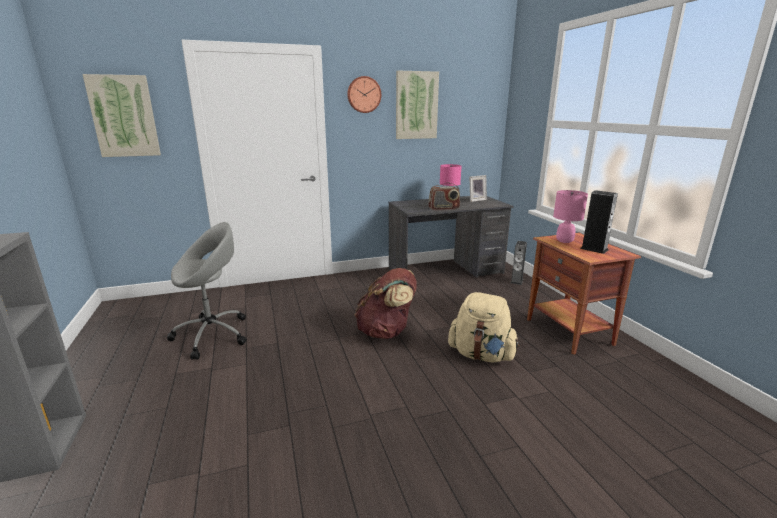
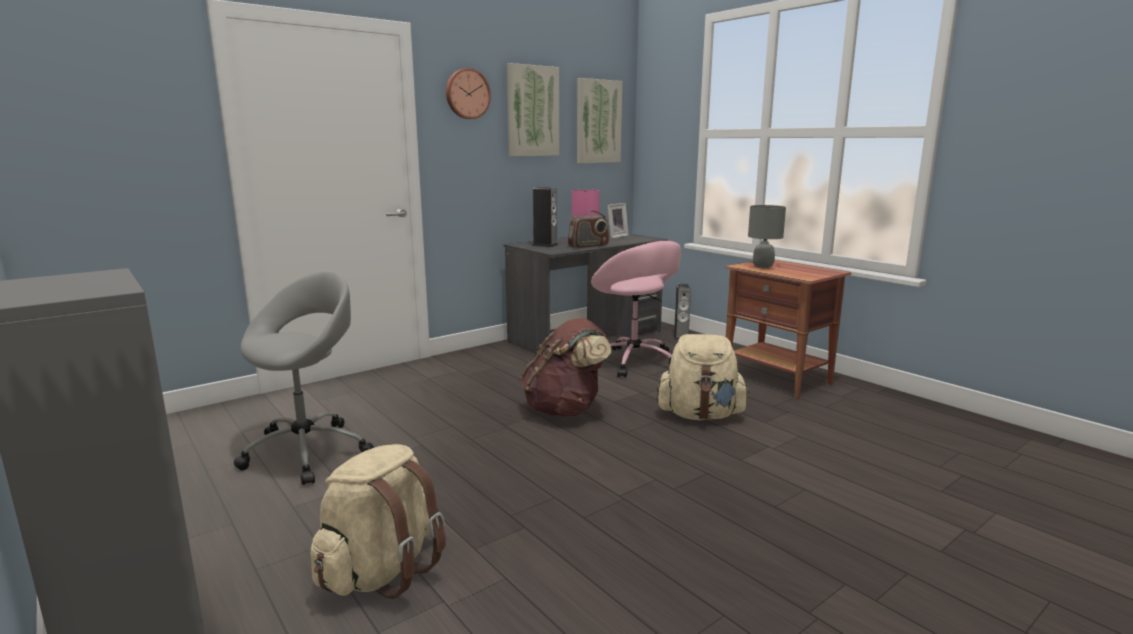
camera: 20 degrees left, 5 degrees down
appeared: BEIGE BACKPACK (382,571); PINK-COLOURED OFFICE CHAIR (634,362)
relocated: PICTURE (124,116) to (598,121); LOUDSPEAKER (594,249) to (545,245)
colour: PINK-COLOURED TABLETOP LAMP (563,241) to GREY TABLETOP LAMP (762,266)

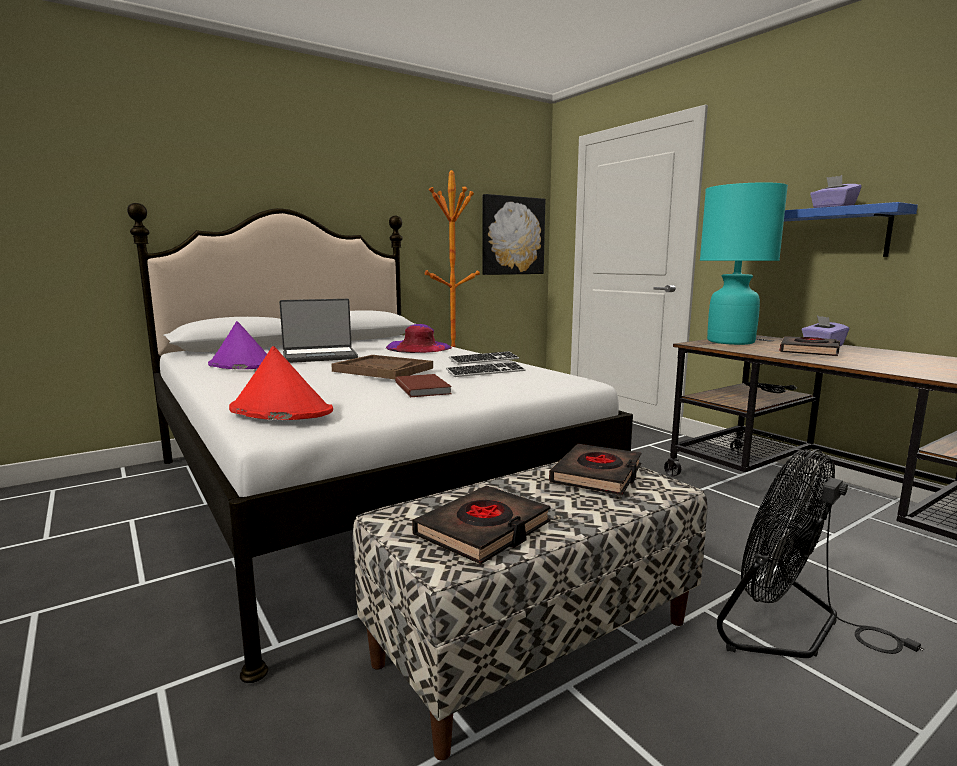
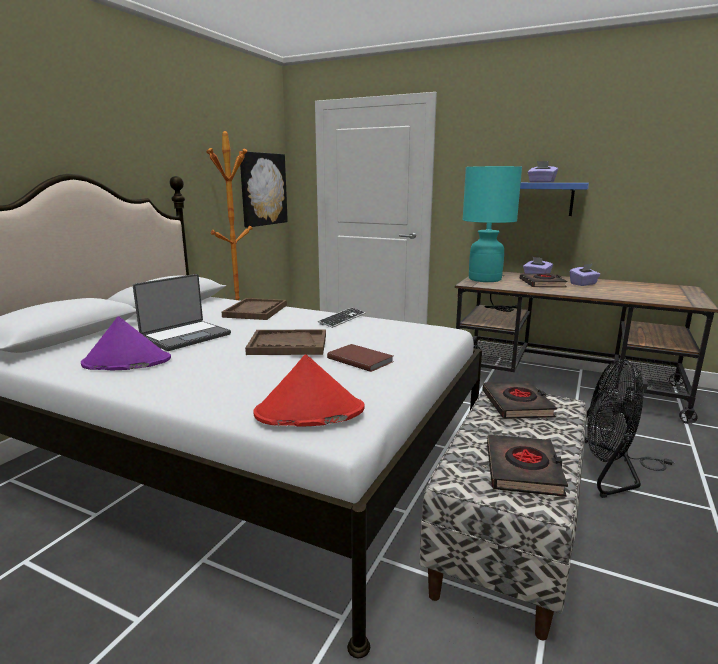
camera: 30 degrees left, 5 degrees up
missing: KEYBOARD (486,372)
appeared: PURPLISH TISSUE HOLDER (583,284)
exchanged: PURPLISH HAT (418,347) to BROWN TRAY (256,311)

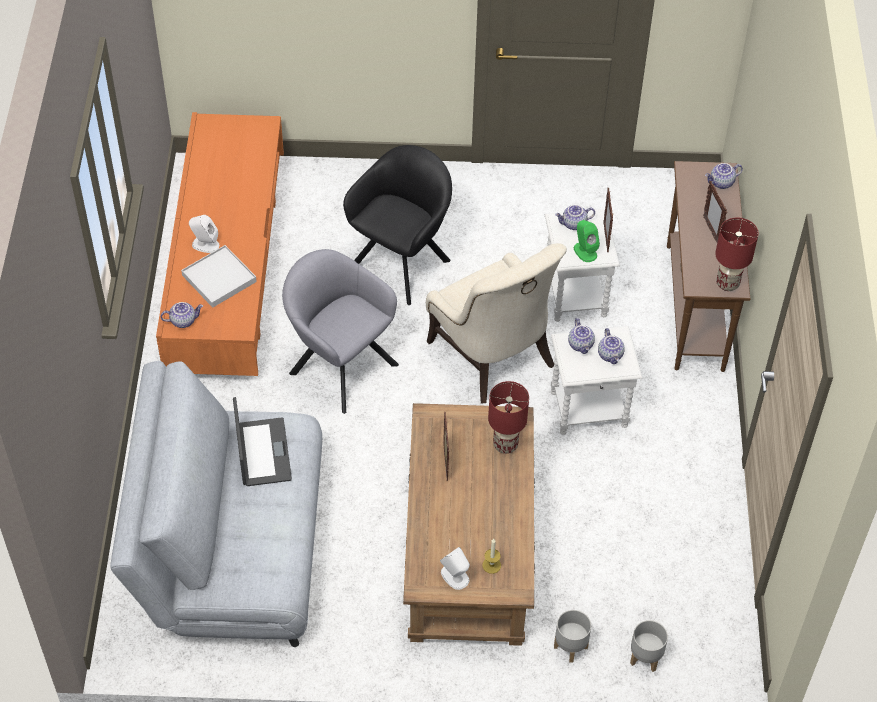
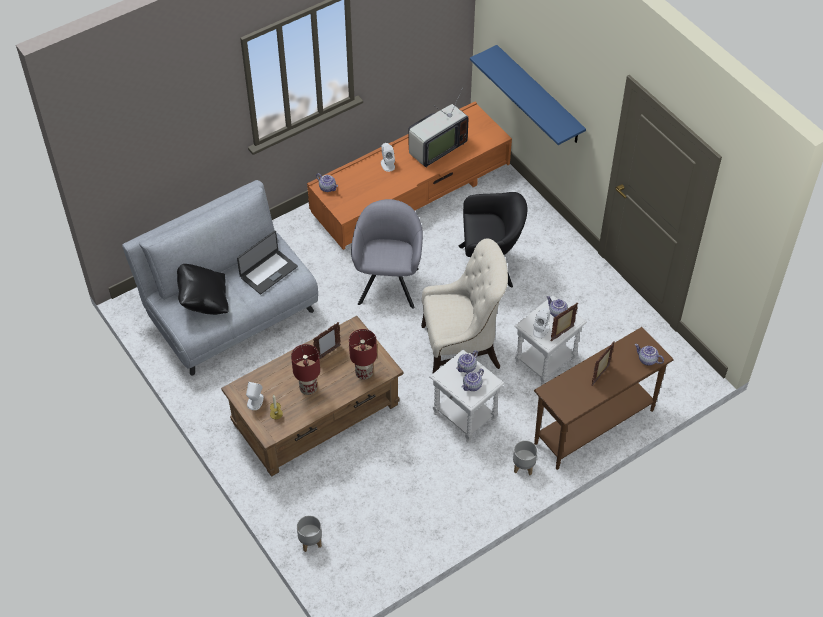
camera: 55 degrees right, 0 degrees up
missing: WHITE-COLOURED TRAY (219,278)
appeared: BLACK THROW PILLOW (204,301); TV SET (435,148); BLUISH WALL SHELF (539,95)
relocated: GREY PLANTER (571,647) to (523,467); REDDISH TABLETOP LAMP (727,283) to (308,388)
colour: GREENISH LOUDSPEAKER (585,251) to WHITE-COLOURED LOUDSPEAKER (541,330)
spun: BEIGE ARMCHAIR (493,354) = (462,347) 120 degrees counterclockwise

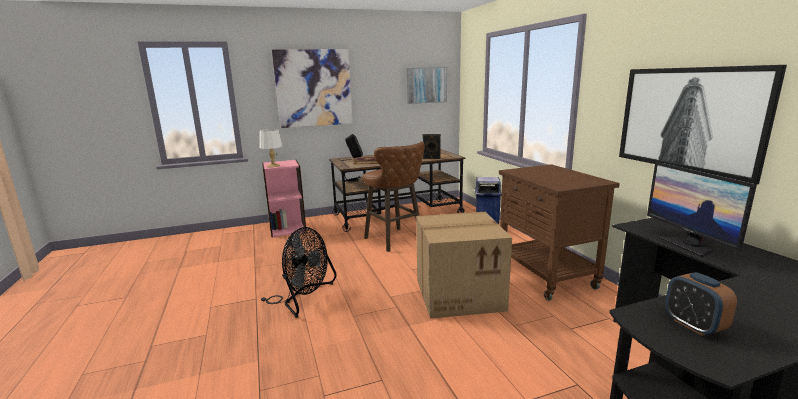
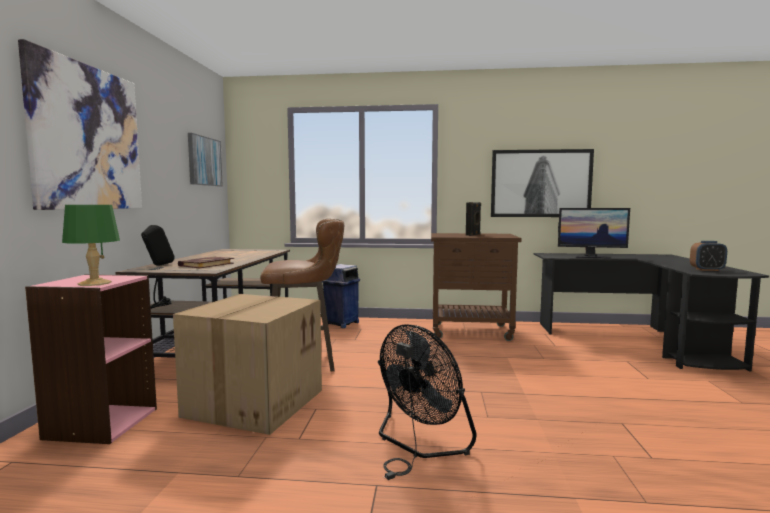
camera: 65 degrees left, 10 degrees down
relocated: PACKING BOX (460,294) to (254,402); BLACK LOUDSPEAKER (431,158) to (473,235)
colour: WHITE-COLOURED TABLETOP LAMP (273,166) to GREENISH TABLETOP LAMP (94,283)

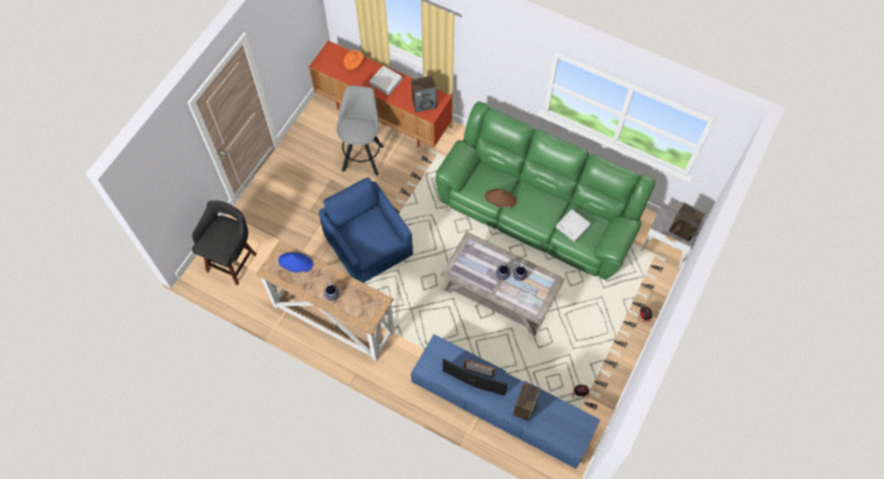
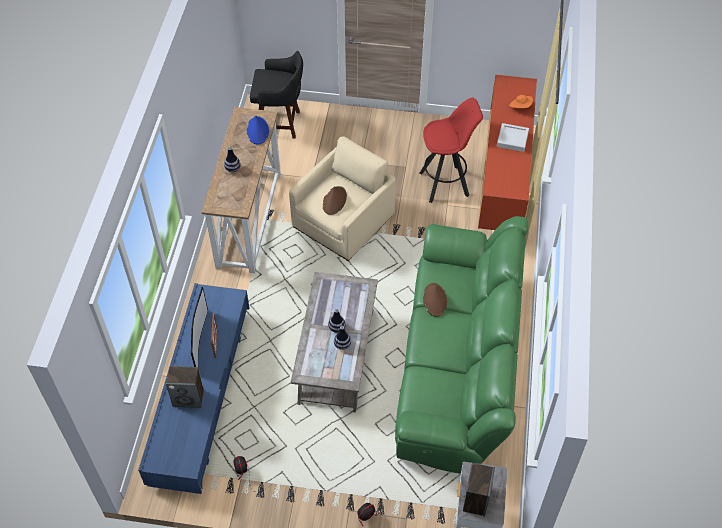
camera: 70 degrees right, 10 degrees down
missing: LOUDSPEAKER (424,104); GREY TRAY (573,227)
appeared: BROWN HAT (334,201)
colour: BLUISH ARMCHAIR (369,245) to BEIGE ARMCHAIR (344,221); GREY STOOL SEAT (363,157) to REDDISH STOOL SEAT (445,184)

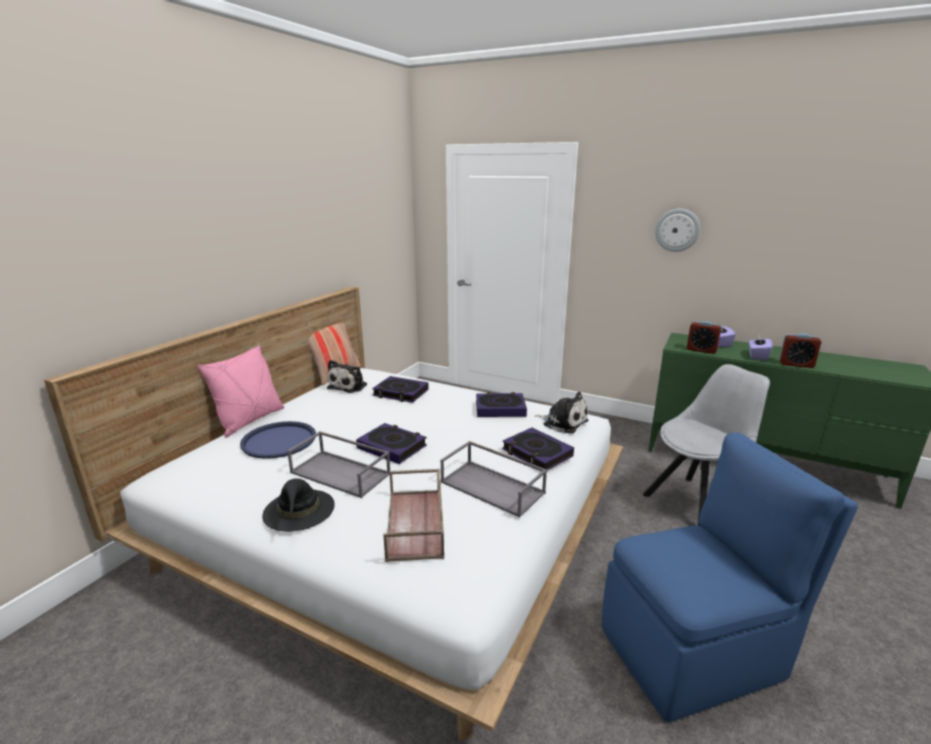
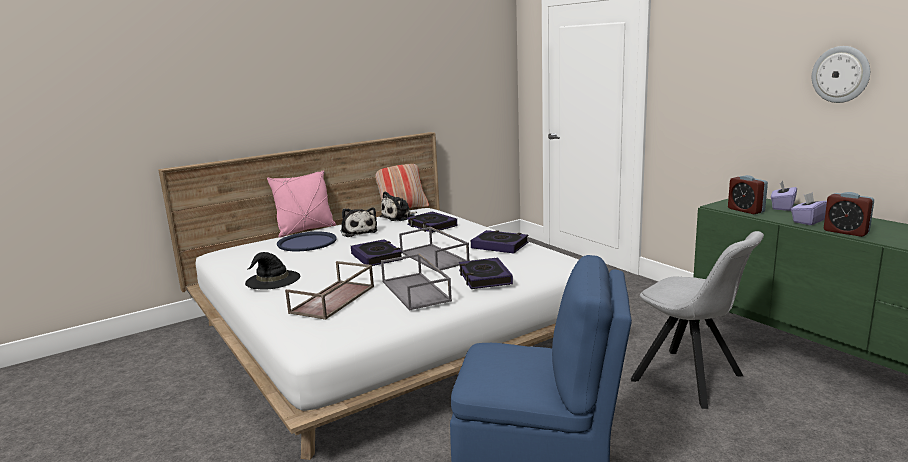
camera: 30 degrees right, 5 degrees down
relocated: GREY TRAY (342,473) to (435,257); SOFT TOY (563,422) to (358,232); HANGING CLOCK (677,230) to (841,74)
spun: GREY PLAIN CHAIR (696,503) = (690,379) 45 degrees clockwise

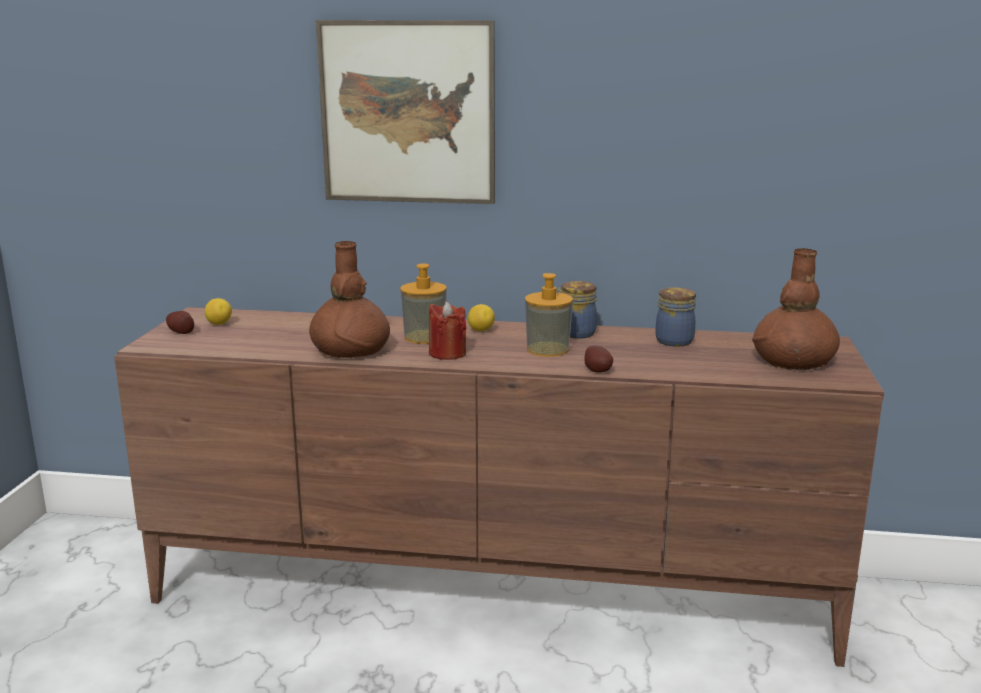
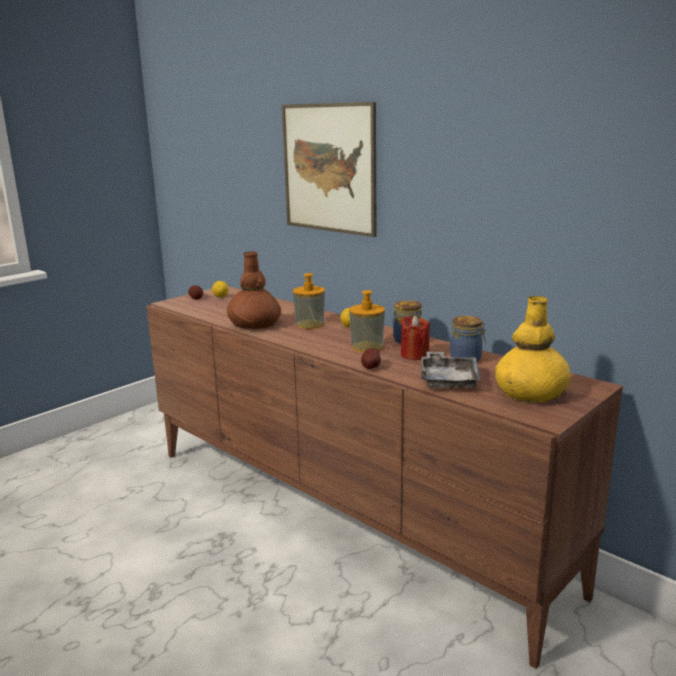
camera: 35 degrees right, 0 degrees up
appeared: GREY TRAY (448,380)
relocated: REDDISH CANDLE (447,353) to (414,355)
colour: BROWN FLOWER VASE (793,361) to YELLOW FLOWER VASE (530,393)

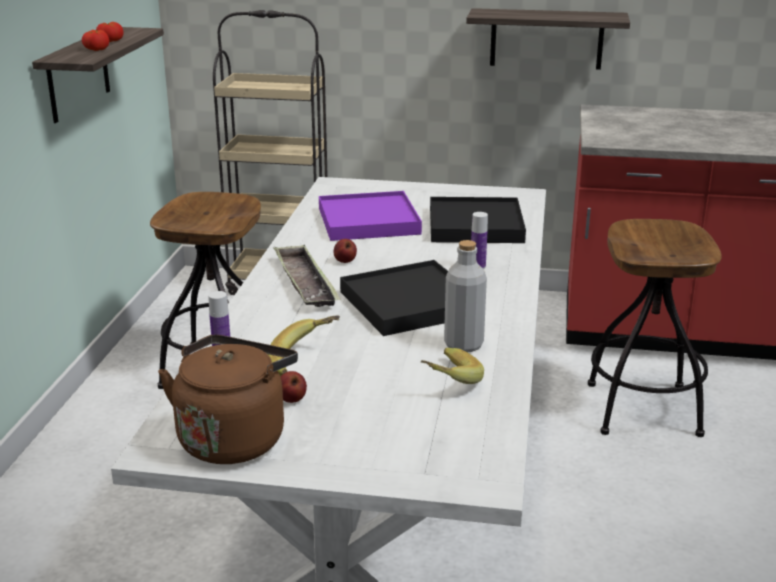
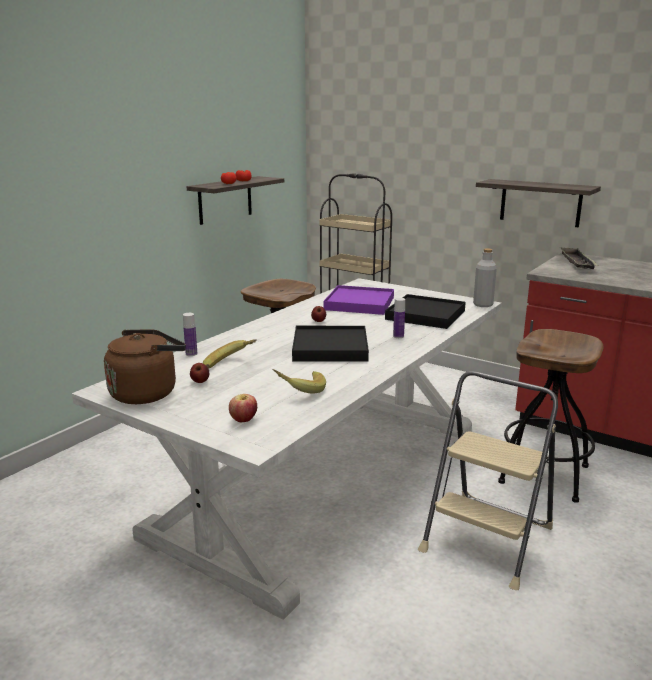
camera: 25 degrees right, 5 degrees down
appeared: APPLE (243,420); BEIGE STEPLADDER (490,536)
relocated: TRAY (305,283) to (576,262); GREY BEVERAGE BOTTLE (463,344) to (483,304)

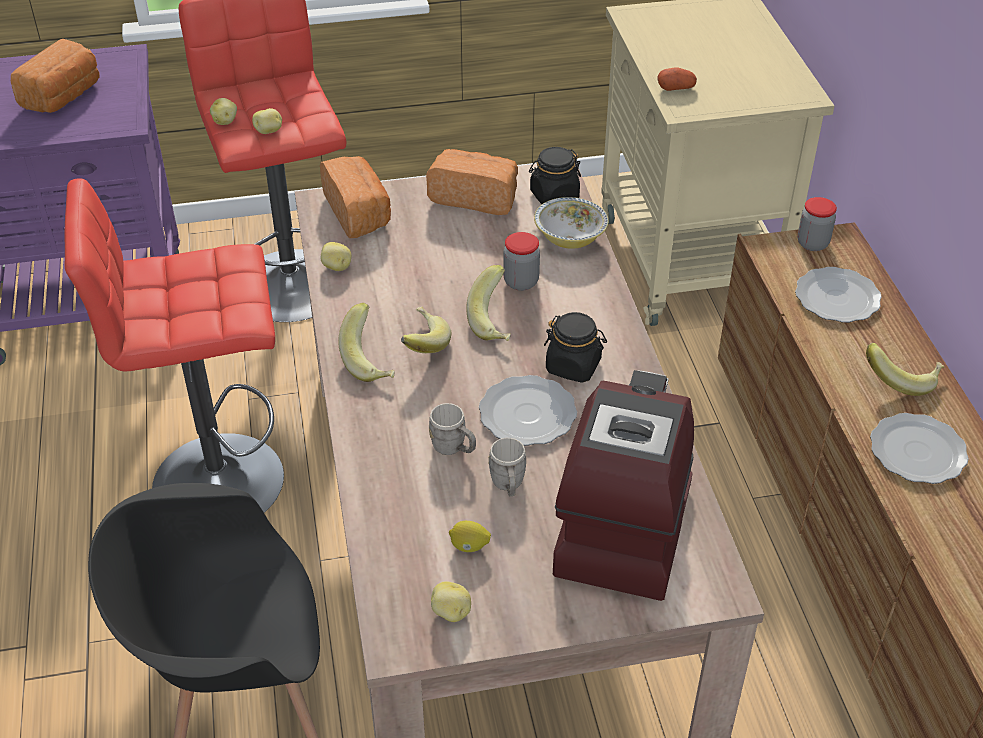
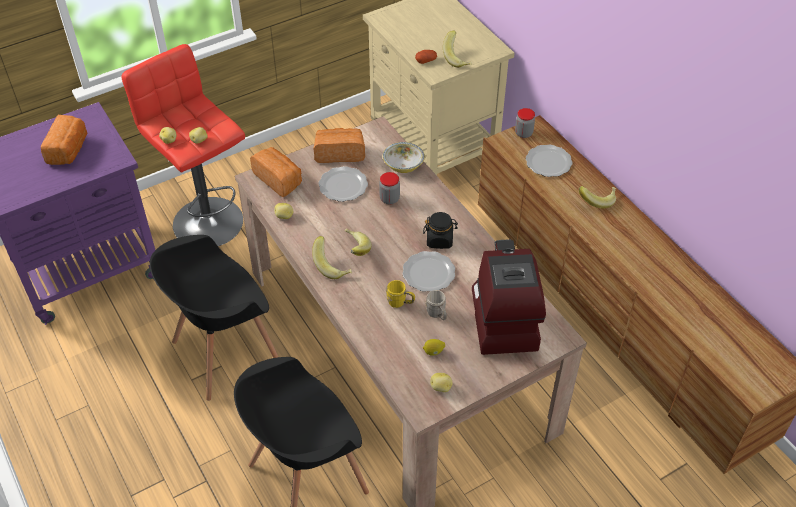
camera: 20 degrees left, 5 degrees up
missing: BLACK PRESERVE JAR (554,196)
relocated: BANANA (496,322) to (458,58); FLAT DISH (918,451) to (343,185)
exchanged: REDDISH STOOL SEAT (217,481) to BLACK PLAIN CHAIR (225,354)
colour: GREY TEA MUG (453,448) to YELLOW TEA MUG (400,302)

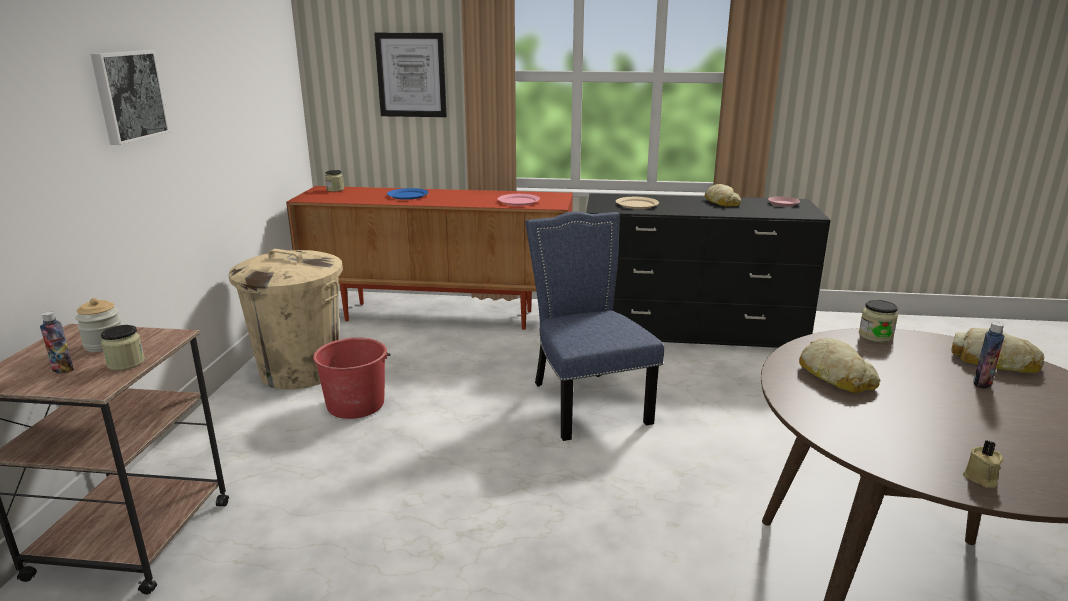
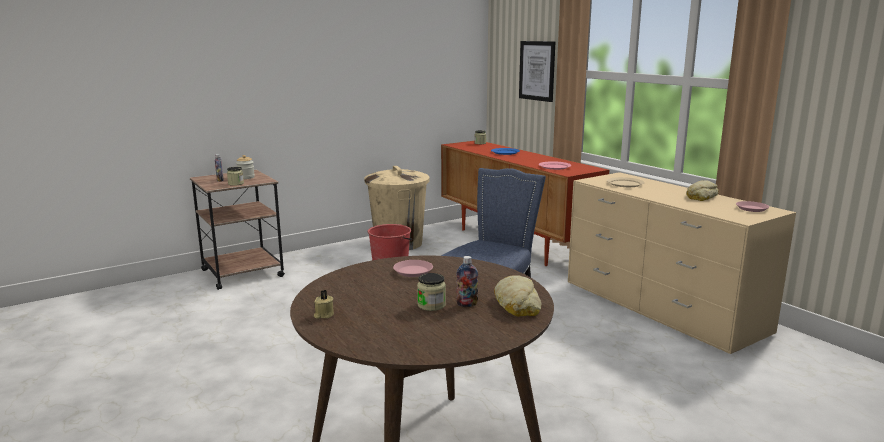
camera: 50 degrees right, 5 degrees down
missing: PICTURE (128,96)
relocated: PRESERVE JAR (875,336) to (431,305)
exchanged: BAKERY BREAD (836,375) to PINK-COLOURED FLAT DISH (413,271)
colour: BLACK DRAWER CHEST (692,329) to BEIGE DRAWER CHEST (663,307)

